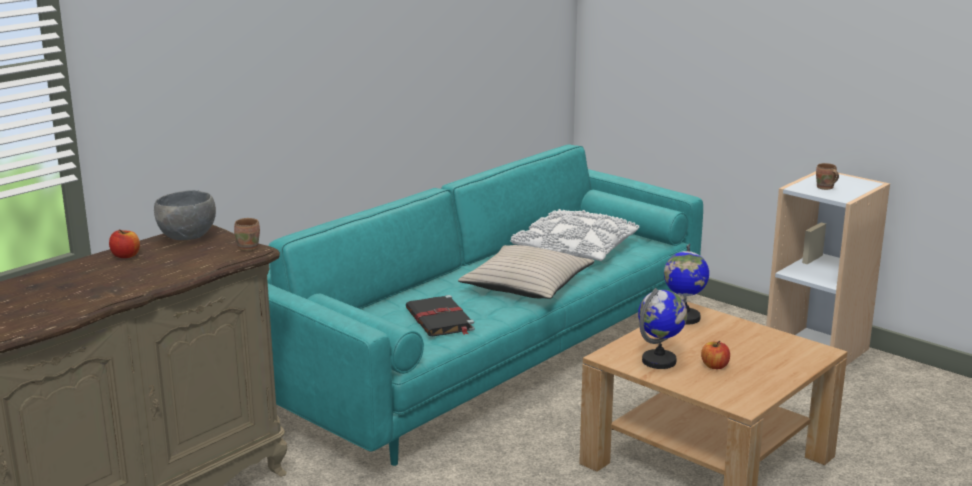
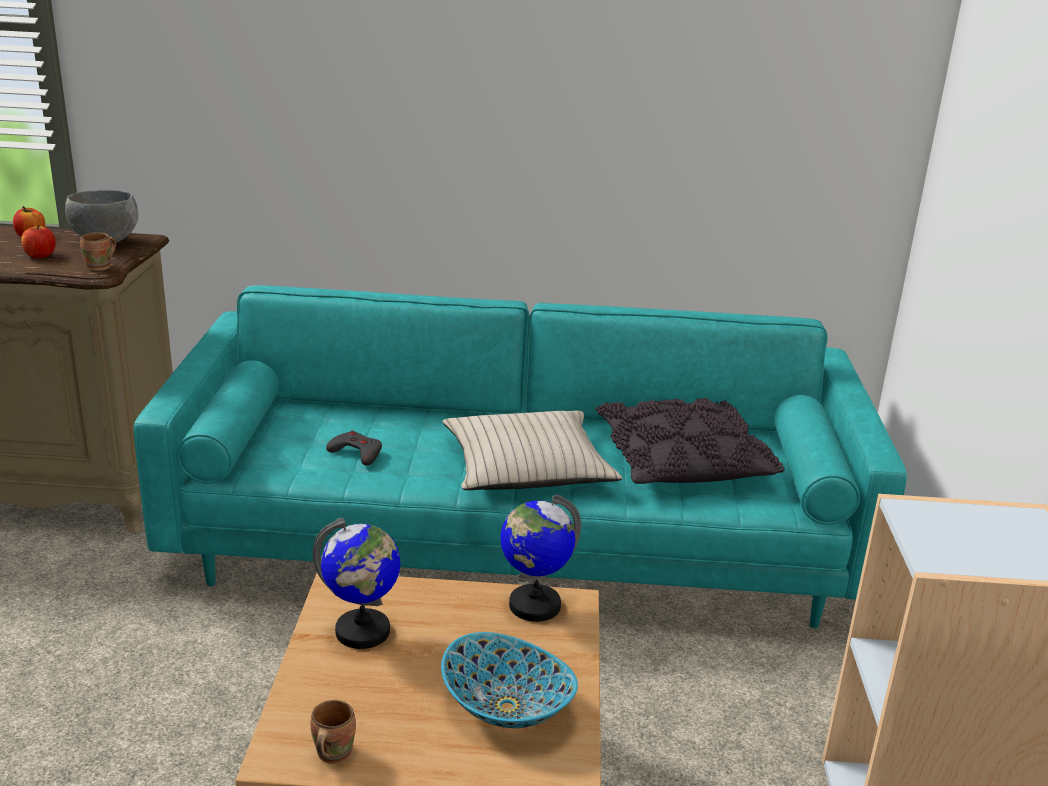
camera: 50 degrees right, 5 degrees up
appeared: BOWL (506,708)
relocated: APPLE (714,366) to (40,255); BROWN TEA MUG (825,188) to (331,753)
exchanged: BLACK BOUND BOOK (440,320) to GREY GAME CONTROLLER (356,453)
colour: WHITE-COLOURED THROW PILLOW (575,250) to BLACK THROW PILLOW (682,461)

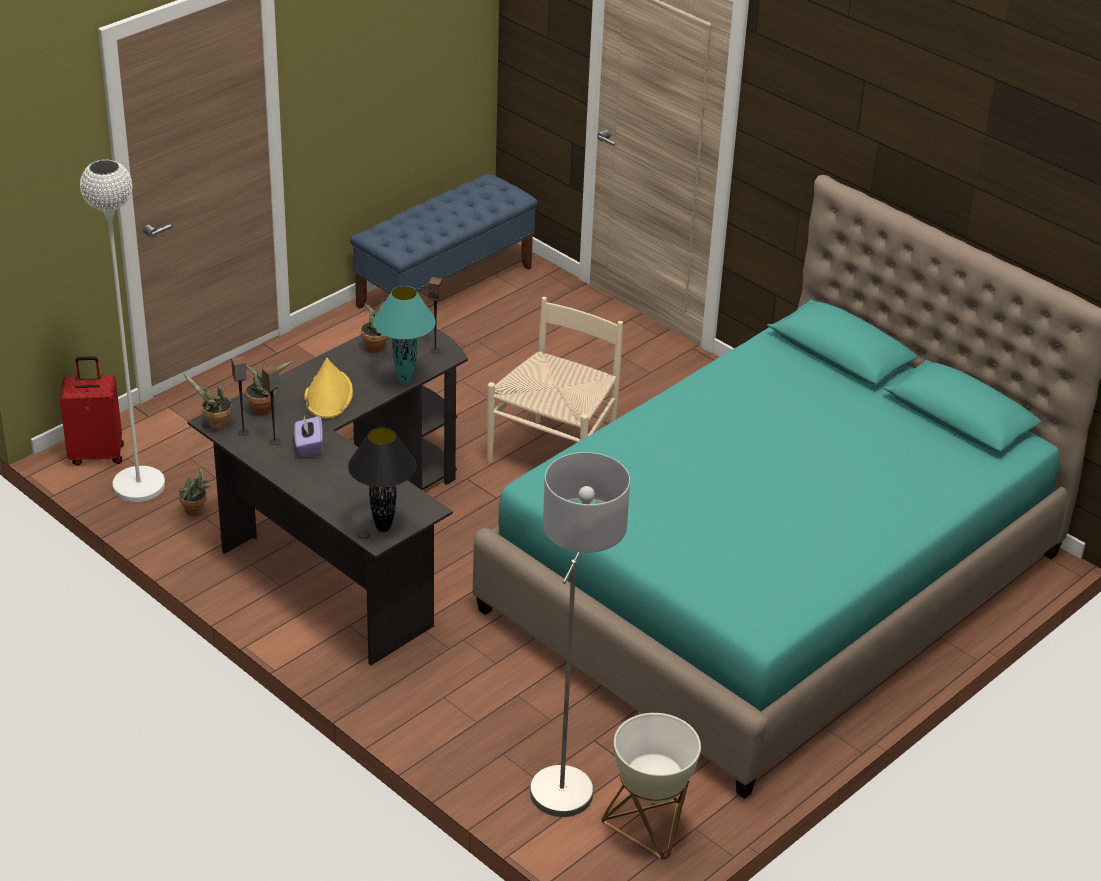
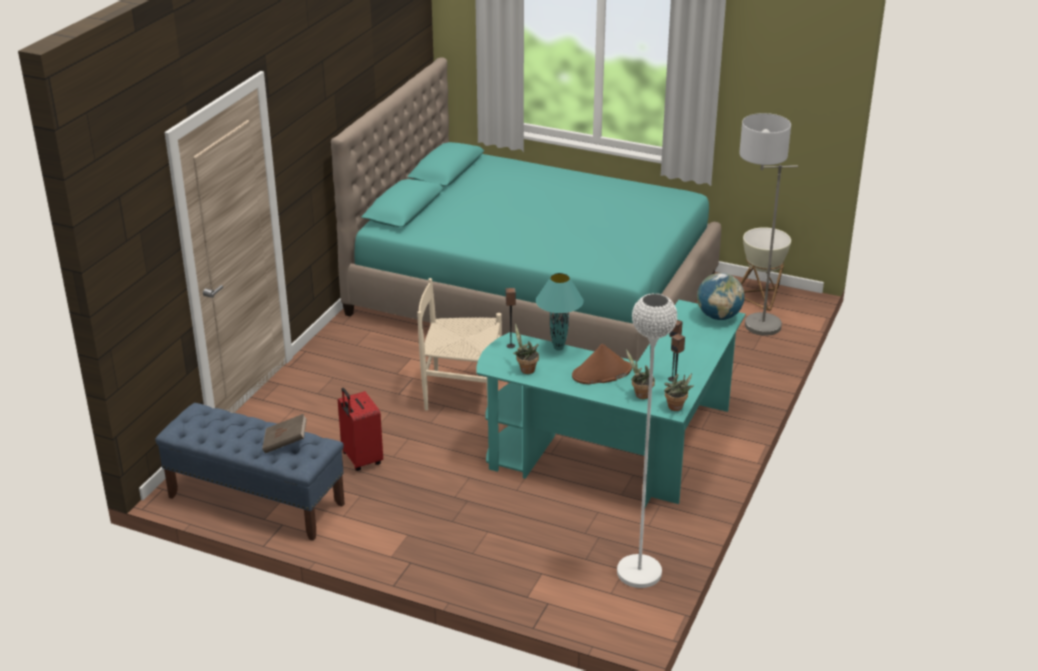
camera: 110 degrees left, 5 degrees down
missing: HOUSEPLANT (196,511); PURPLISH TISSUE HOLDER (309,447)
appeared: BROWN BOUND BOOK (285,443)
relocated: REDDISH PIECE OF LUGGAGE (97,454) to (361,459)
exchanged: BLACK TABLETOP LAMP (382,528) to GLOBE (719,316)
colour: BLACK DESK UNIT (343,541) to TURQUOISE DESK UNIT (622,455); YELLOW HAT (328,396) to BROWN HAT (601,373)

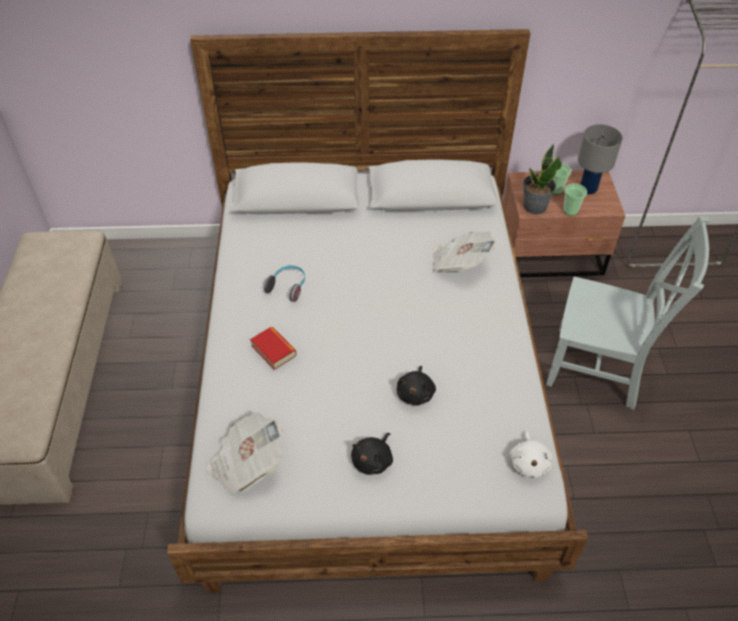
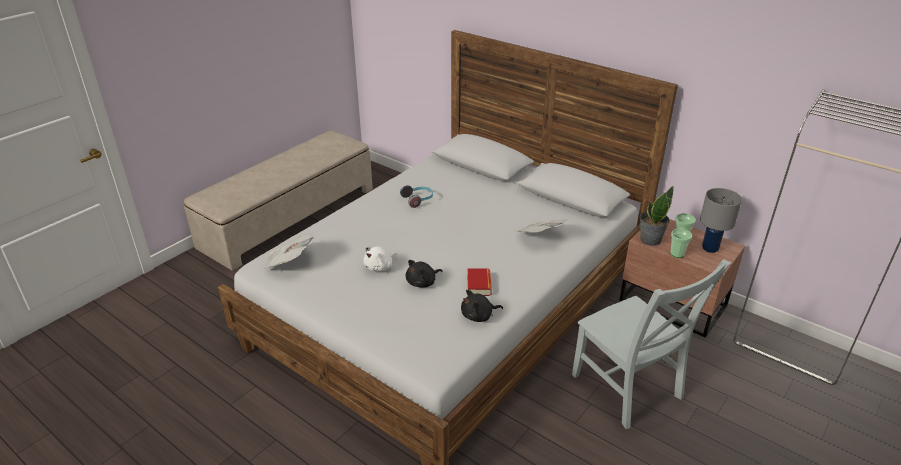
camera: 40 degrees right, 15 degrees down
relocated: BOUND BOOK (273,350) to (479,285); BLACK SOFT TOY (373,460) to (479,316); WHITE-COLOURED SOFT TOY (529,462) to (380,267)

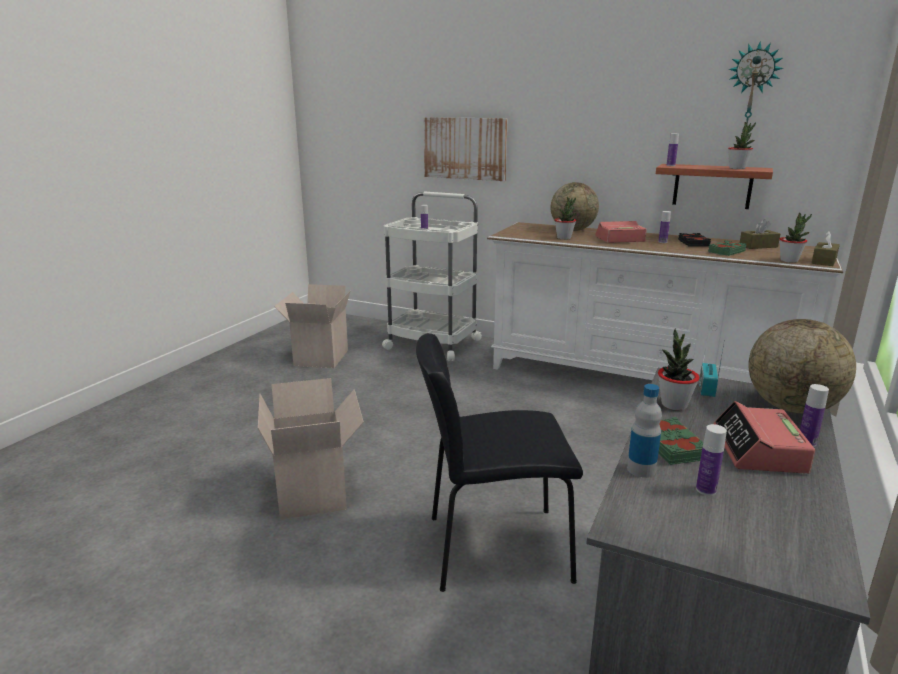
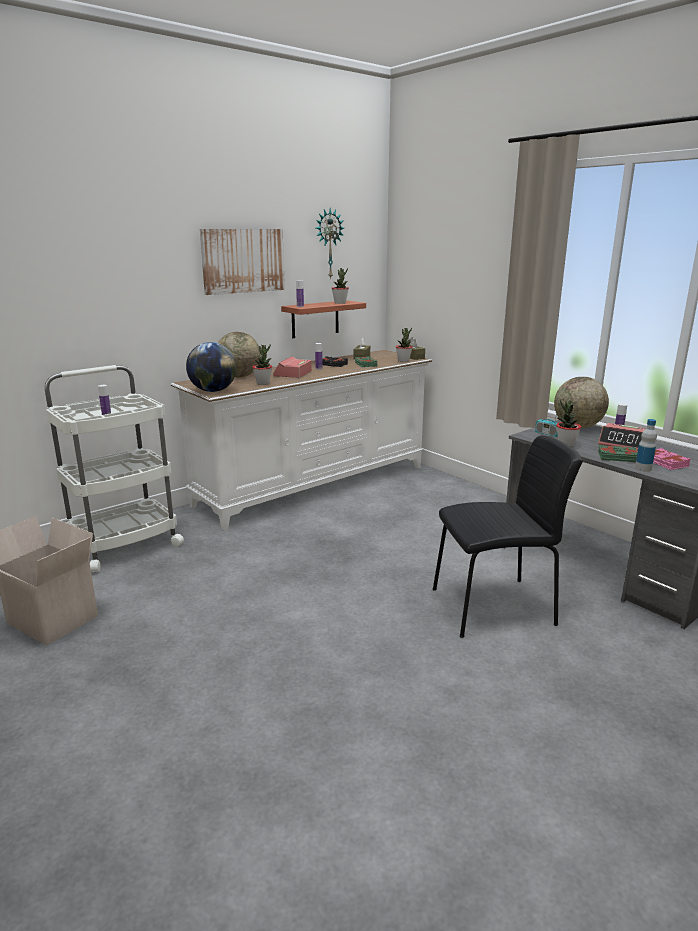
camera: 65 degrees left, 0 degrees up
missing: PACKING BOX (314,493)
appeared: GLOBE (213,391)
relocated: PICTURE (465,148) to (243,260)
exchanged: BEVERAGE BOTTLE (706,490) to PINK-COLOURED BOUND BOOK (664,462)
spun: BLACK PLAIN CHAIR (492,549) = (497,606) 120 degrees counterclockwise

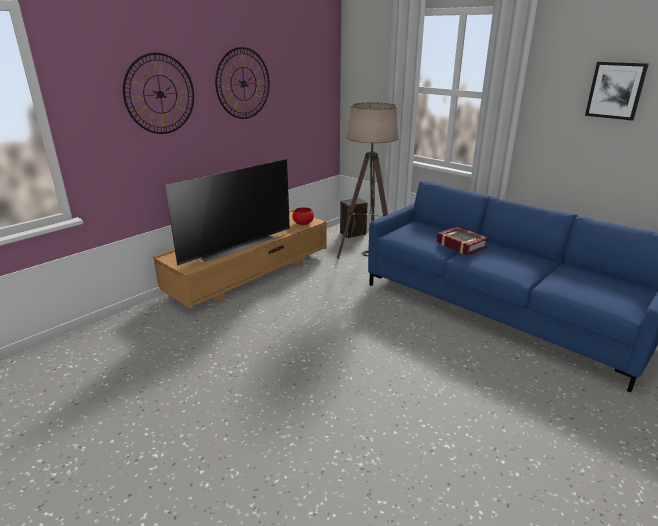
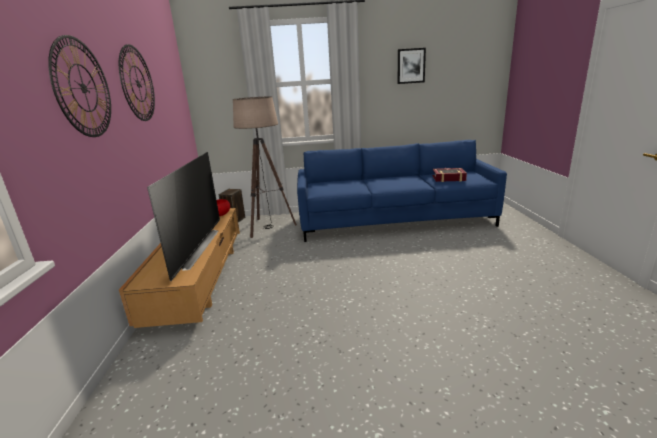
camera: 45 degrees left, 5 degrees down
relocated: BOUND BOOK (461,245) to (448,178)

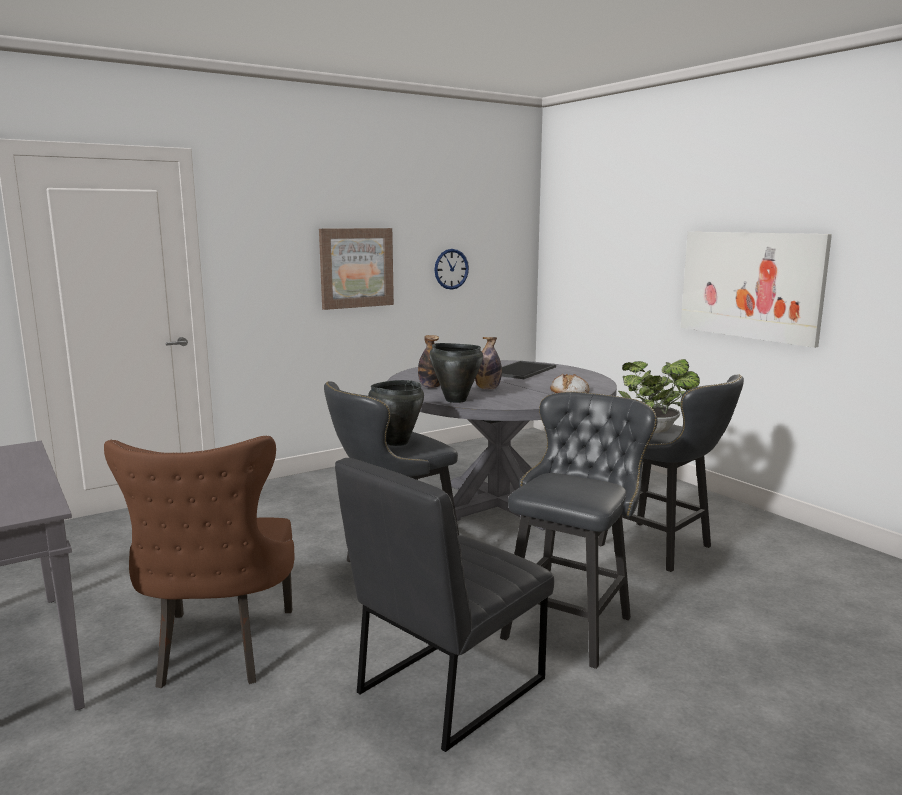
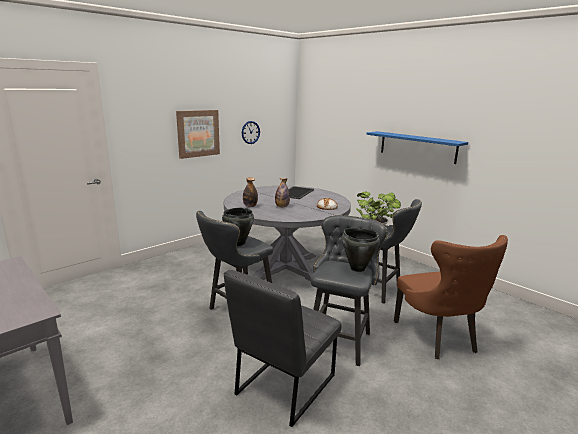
camera: 10 degrees left, 5 degrees up
relocated: BROWN PLAIN CHAIR (220,649) to (438,337); BLACK STOCKPOT (455,400) to (357,268)
exchanged: PICTURE (750,285) to BLUISH WALL SHELF (417,147)

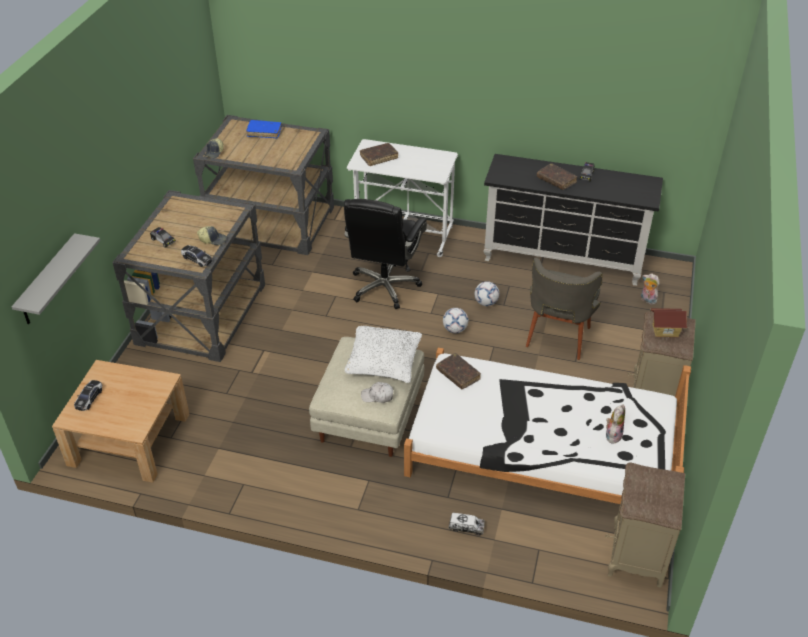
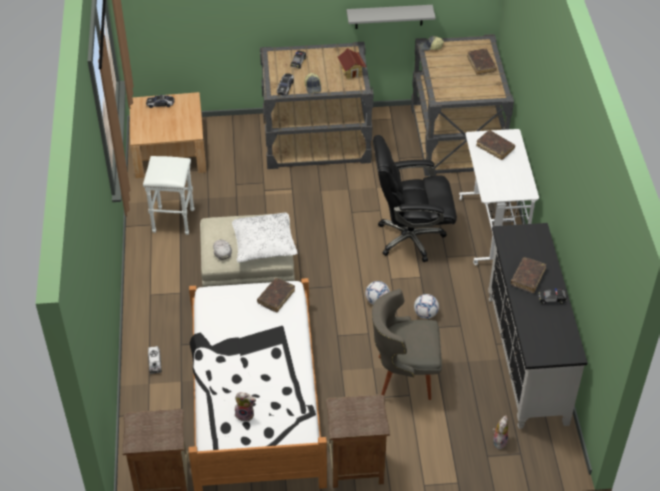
camera: 70 degrees right, 5 degrees up
appeared: WHITE-COLOURED STOOL SEAT (172,221)
relocated: GREY WALL SHELF (48,281) to (389,16); MODEL HOUSE (665,330) to (351,72)
colour: BLUISH BOUND BOOK (264,132) to BROWN BOUND BOOK (481,64)

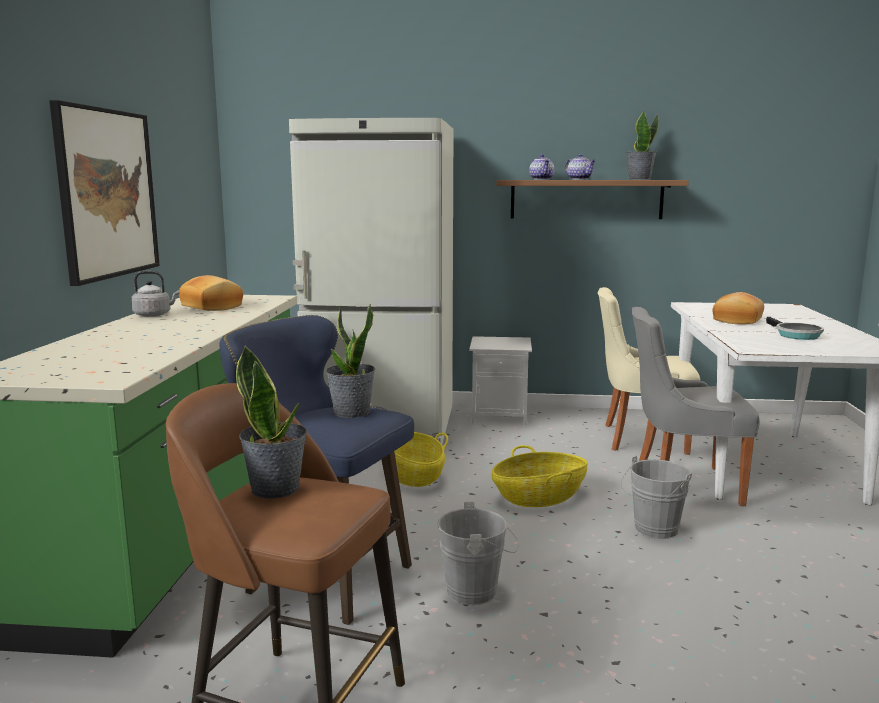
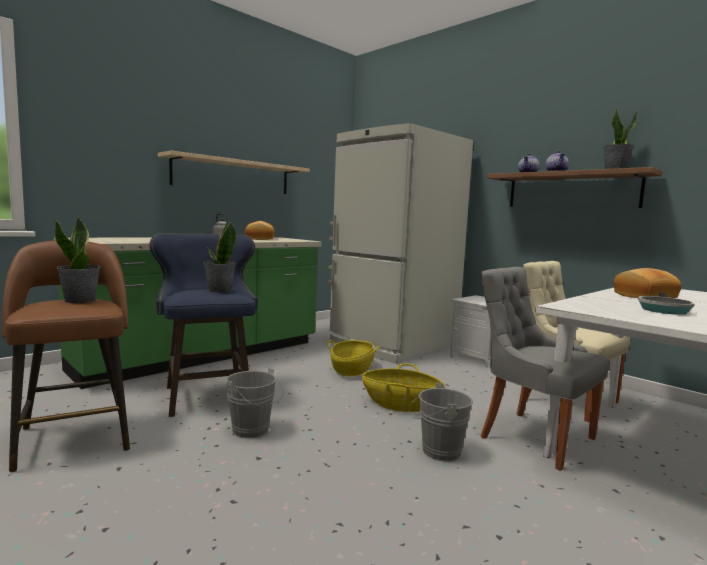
camera: 40 degrees right, 5 degrees down
exchanged: PICTURE (107,193) to BEIGE WALL SHELF (233,176)

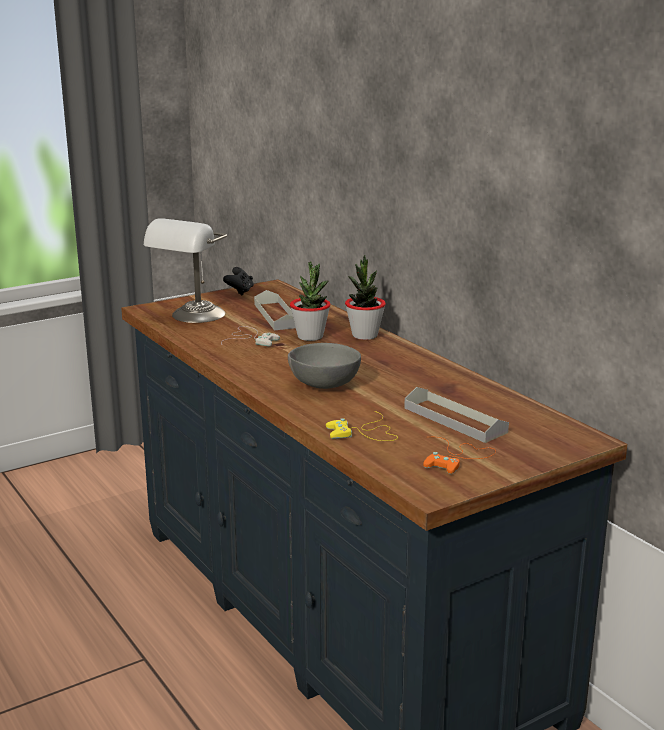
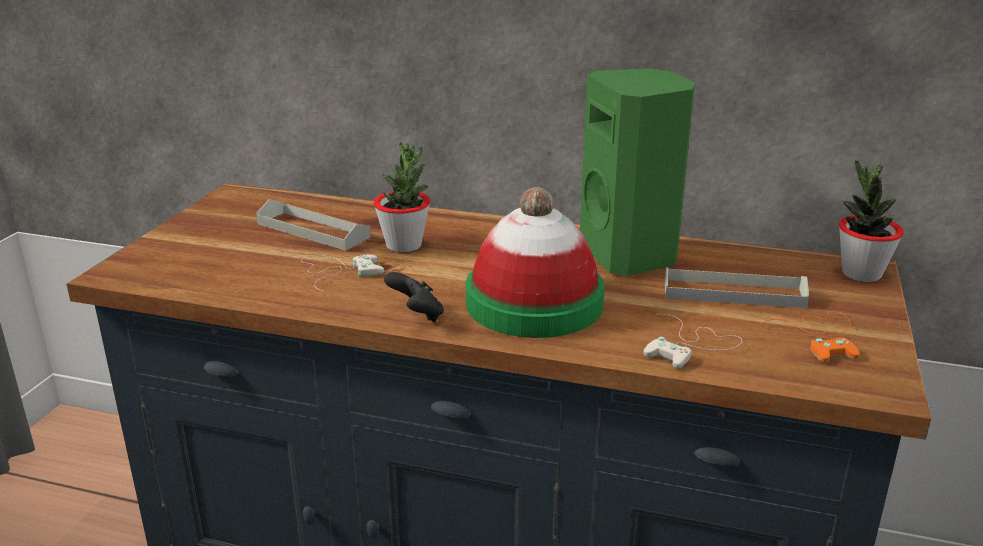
camera: 40 degrees left, 5 degrees up
missing: WHITE-COLOURED TABLETOP LAMP (193,317)
appeared: GREENISH LOUDSPEAKER (631,256)
relocated: BLACK GAME CONTROLLER (240,292) to (417,315); HOUSEPLANT (364,335) to (861,274)
exchanged: GREY BOWL (322,385) to HAT (534,303)
colour: YELLOW GAME CONTROLLER (365,433) to WHITE-COLOURED GAME CONTROLLER (691,346)

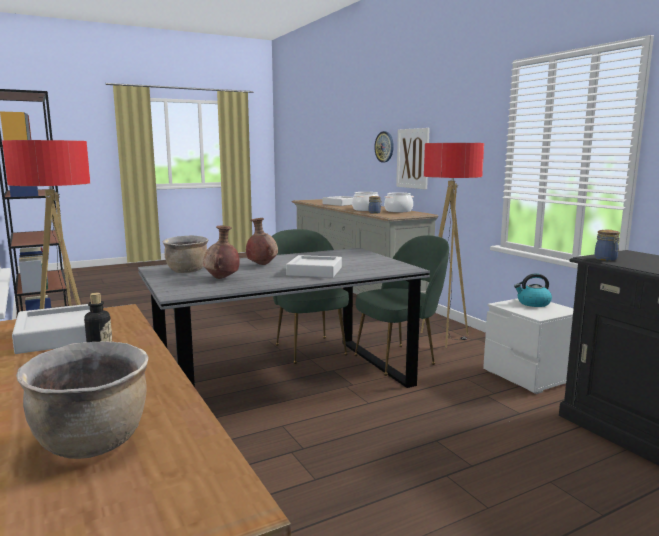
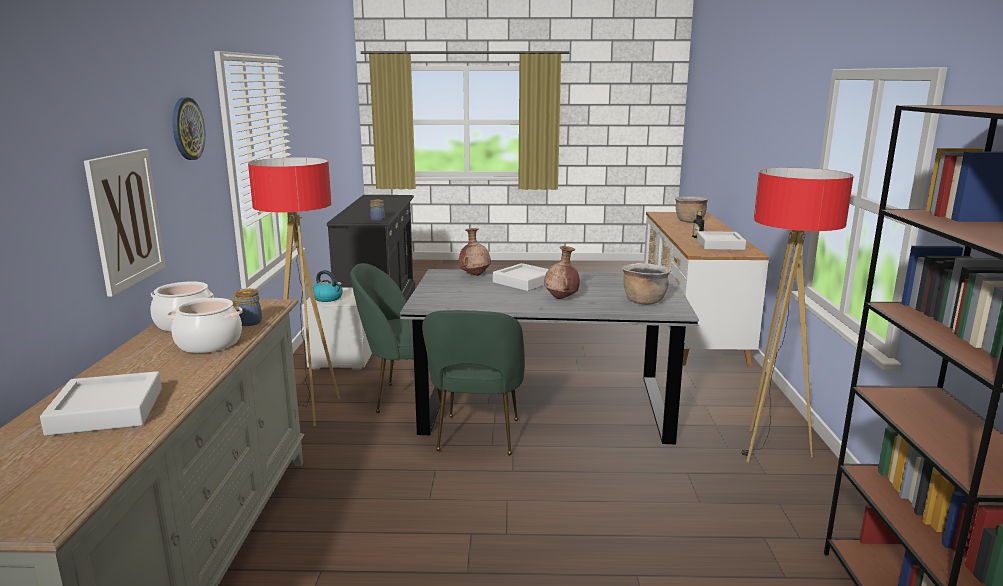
camera: 150 degrees left, 5 degrees up
relocated: BROWN FLOWER VASE (222,278) to (475,275); HANGING CLOCK (384,146) to (187,128)

